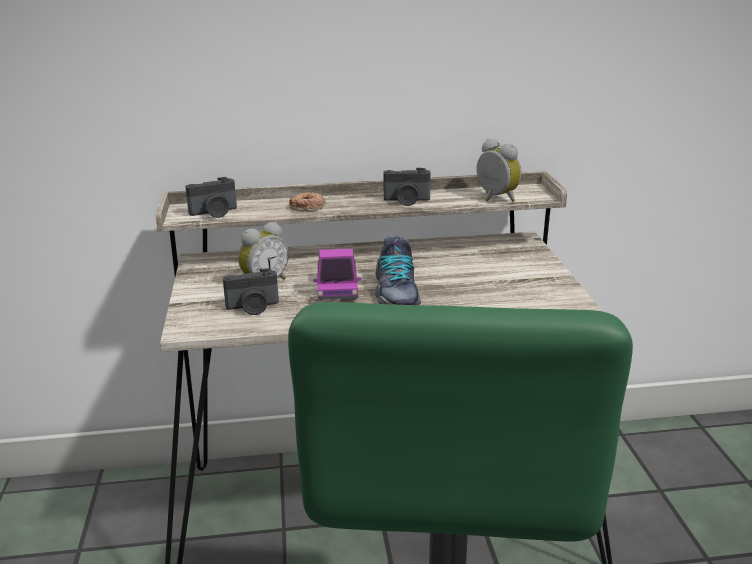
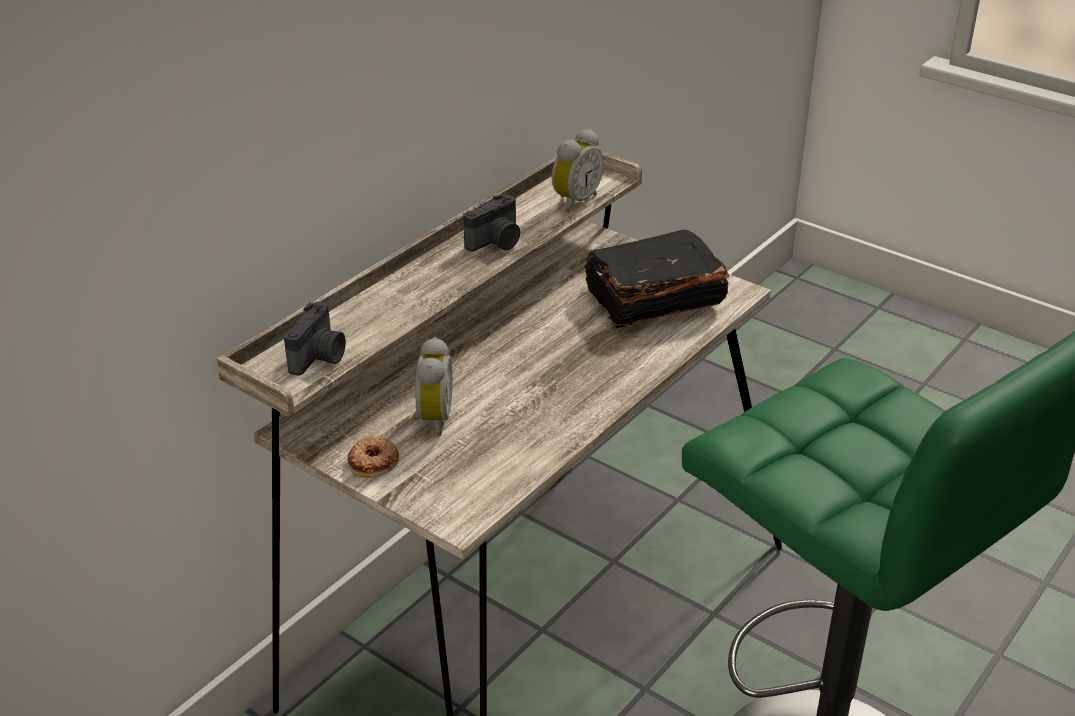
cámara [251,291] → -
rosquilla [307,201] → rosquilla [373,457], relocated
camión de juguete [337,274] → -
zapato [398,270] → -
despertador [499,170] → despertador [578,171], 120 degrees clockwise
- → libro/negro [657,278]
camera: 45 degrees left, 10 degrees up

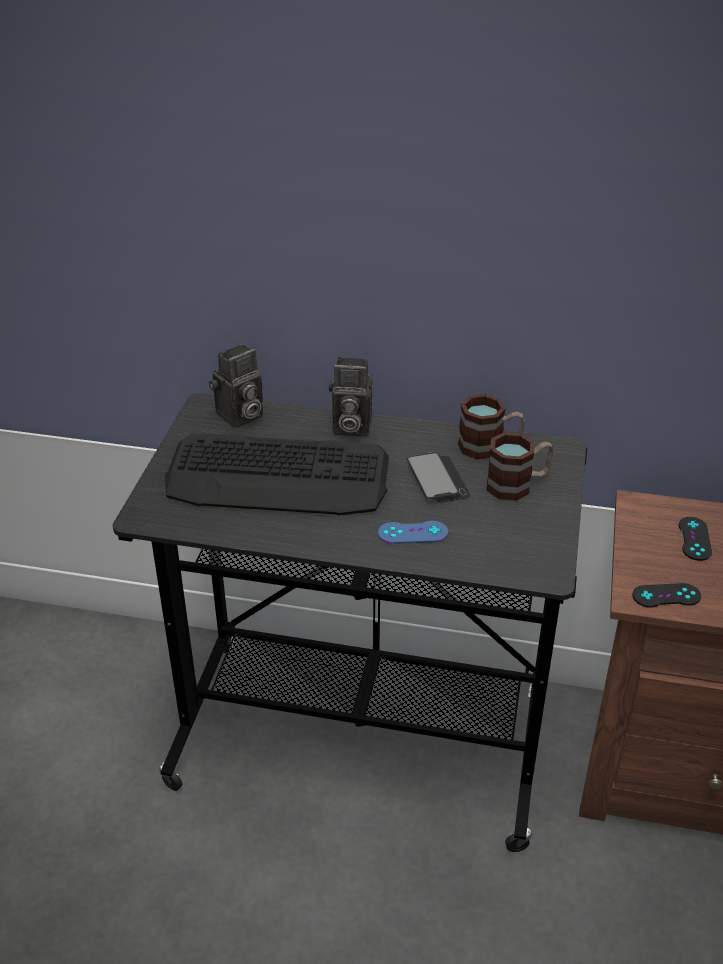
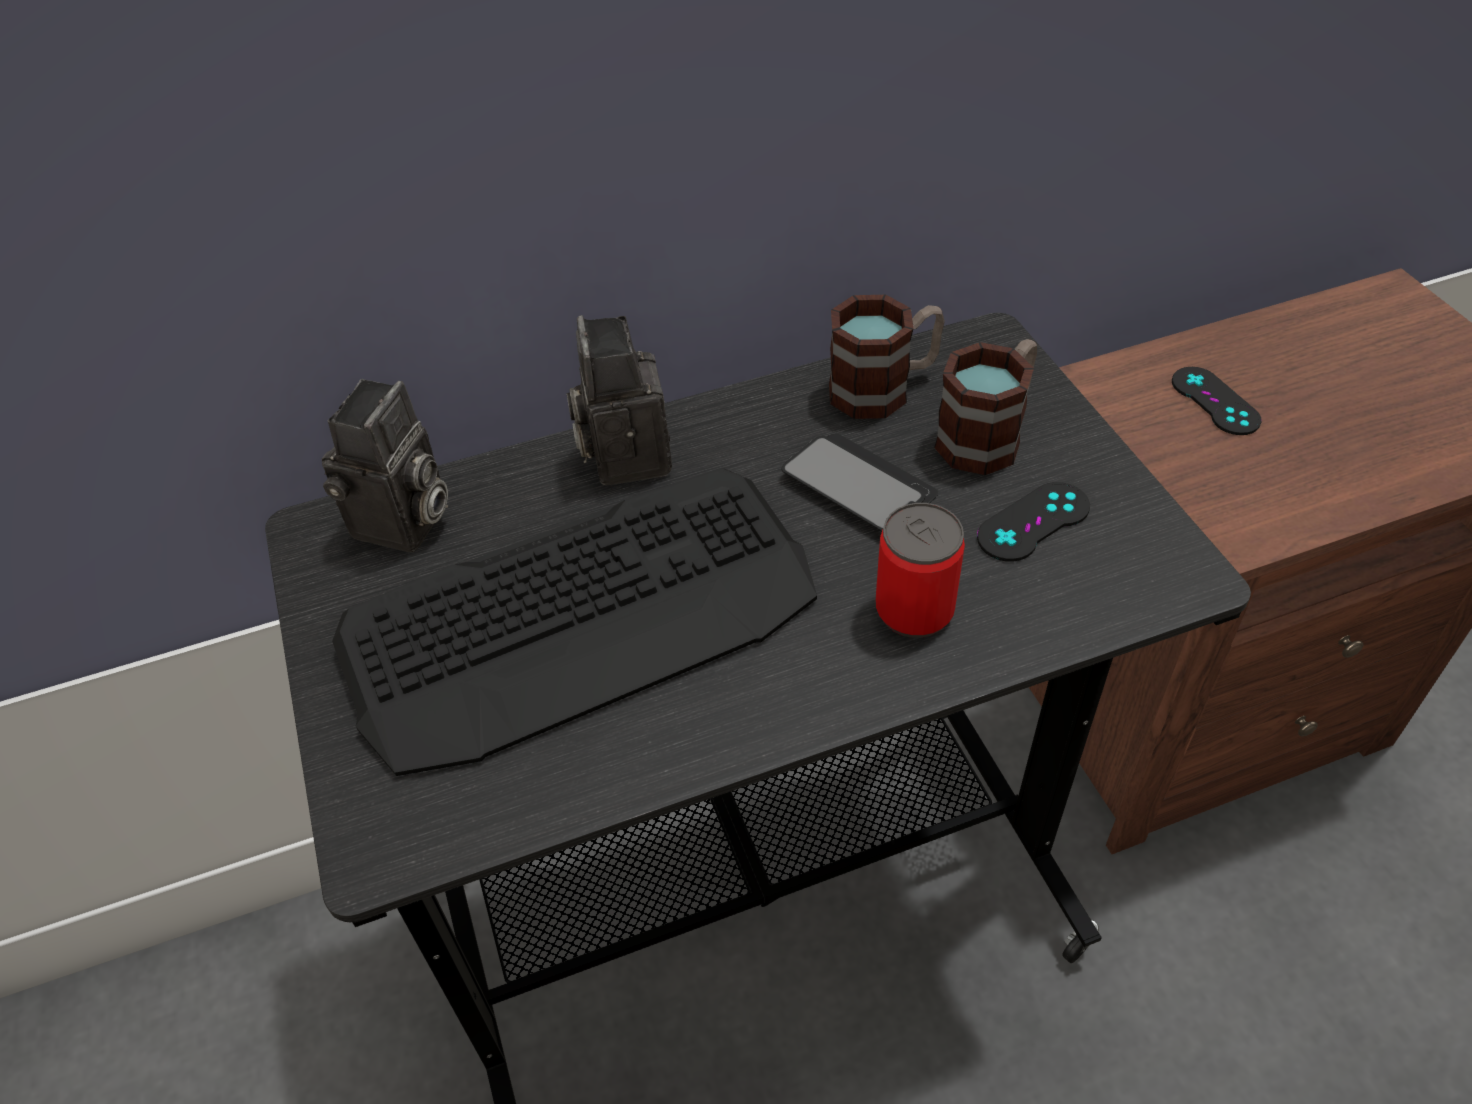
cámara [350,397] → cámara [619,400], 105 degrees clockwise
mando de consola/azul [413,532] → lata [920,570]
mando de consola/negro [666,595] → mando de consola/negro [1033,522], relocated
camera: 30 degrees left, 10 degrees up

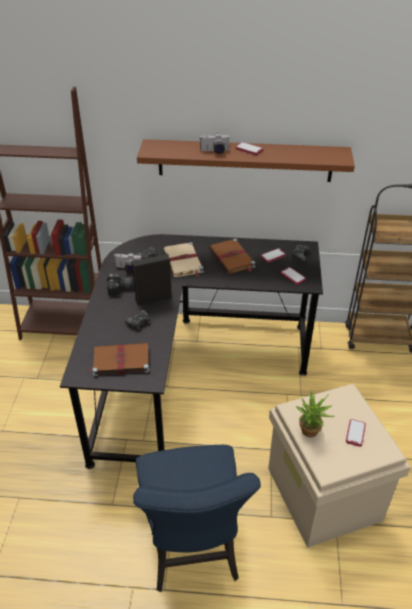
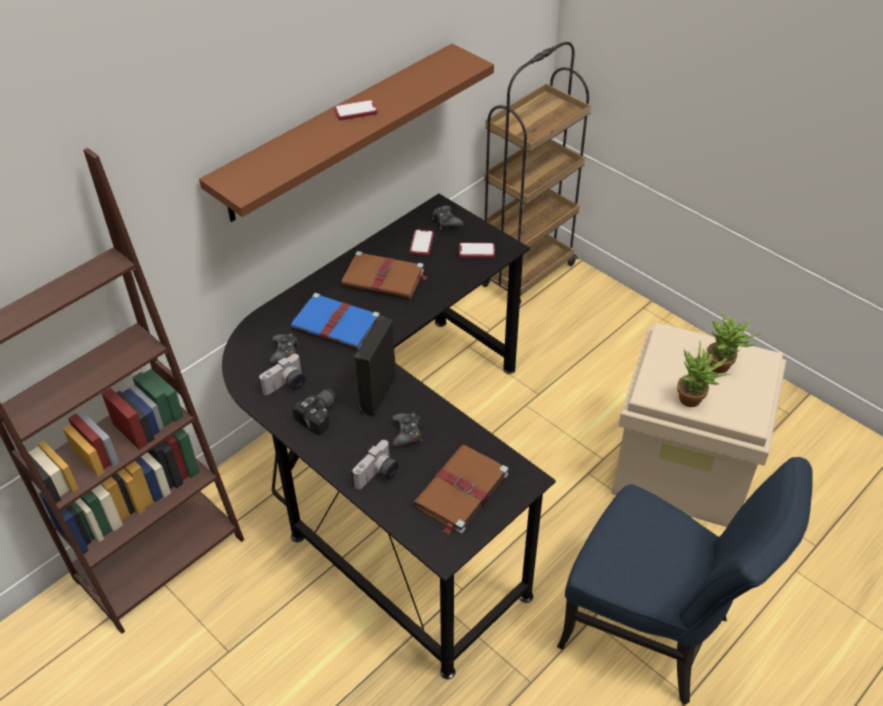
libro/beis [184,259] → libro/azul [335,321]
cámara [215,143] → cámara [375,464], relocated
móvil [356,433] → planta en maceta [734,340]
camera: 50 degrees left, 5 degrees up

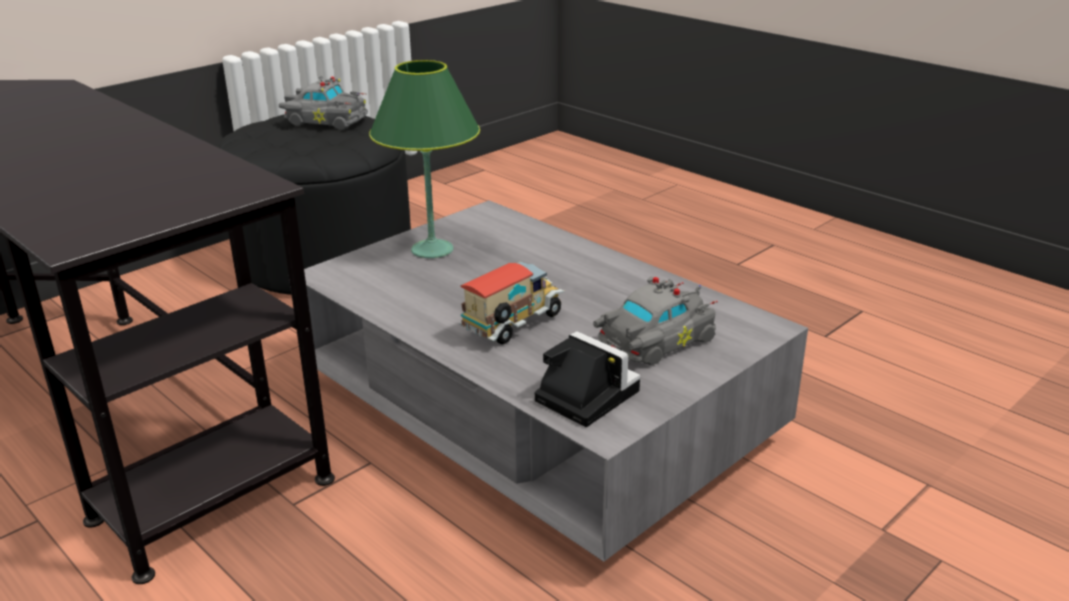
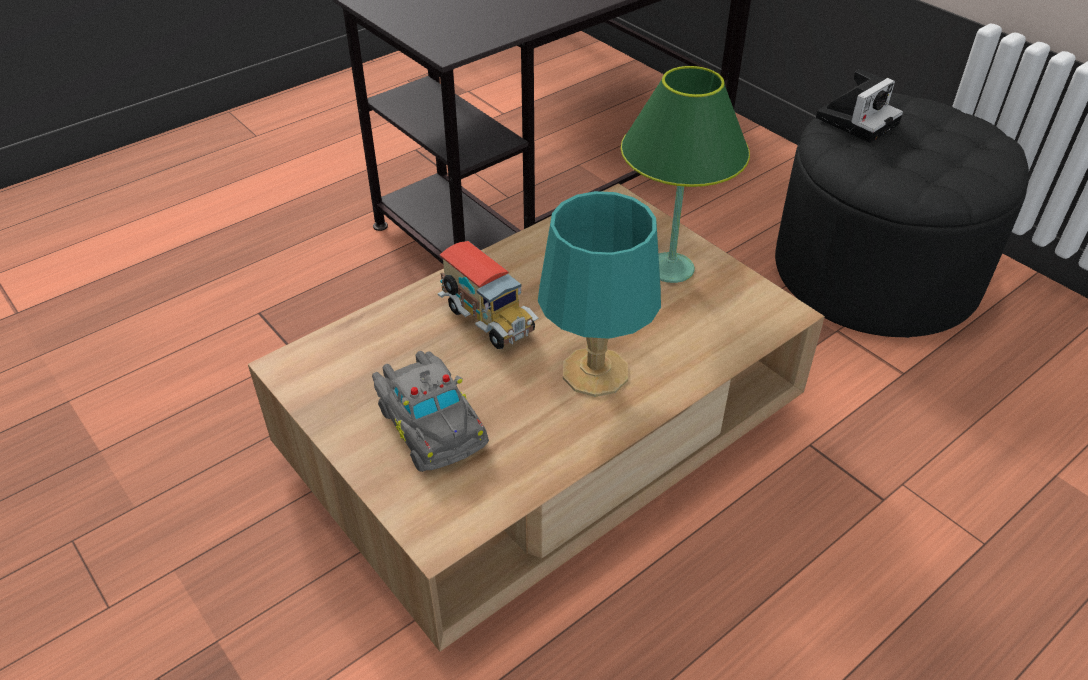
coche de juguete/gris [323,103] → -
mesa de centro/gris [552,381] → mesa de centro/marrón [536,417]
cámara [588,379] → cámara [859,106], relocated
- → lámpara de mesa/turquesa [599,294]
camera: 95 degrees right, 15 degrees up

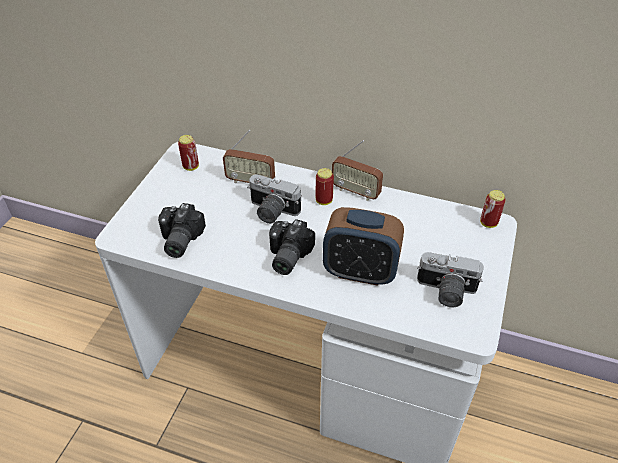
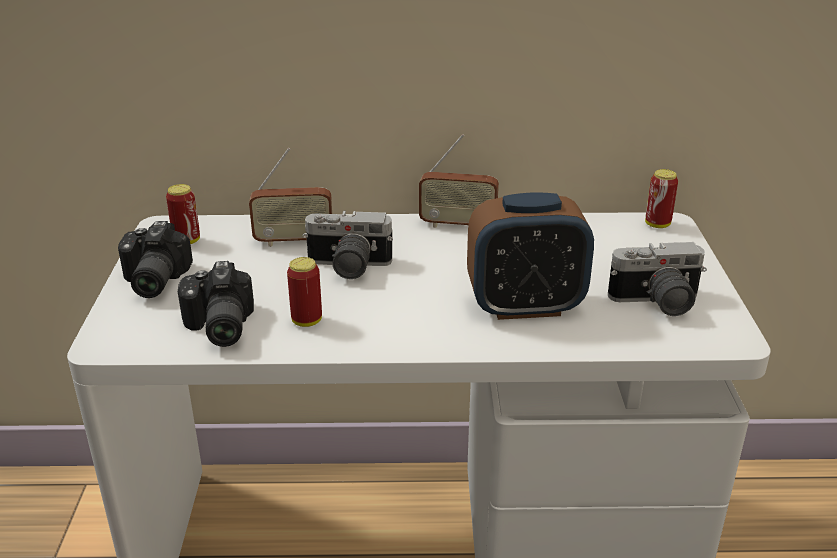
cámara [292,247] → cámara [155,259], relocated
lata [325,186] → lata [304,292], relocated
camera: 20 degrees left, 15 degrees down

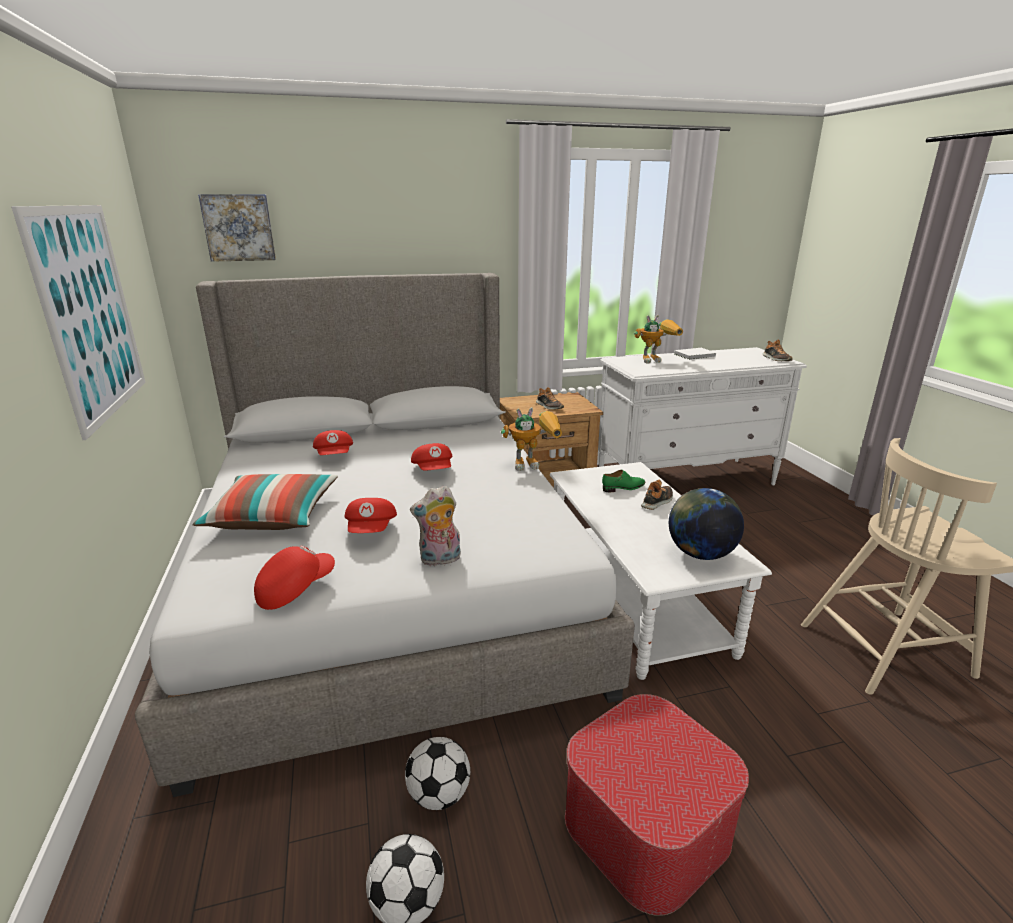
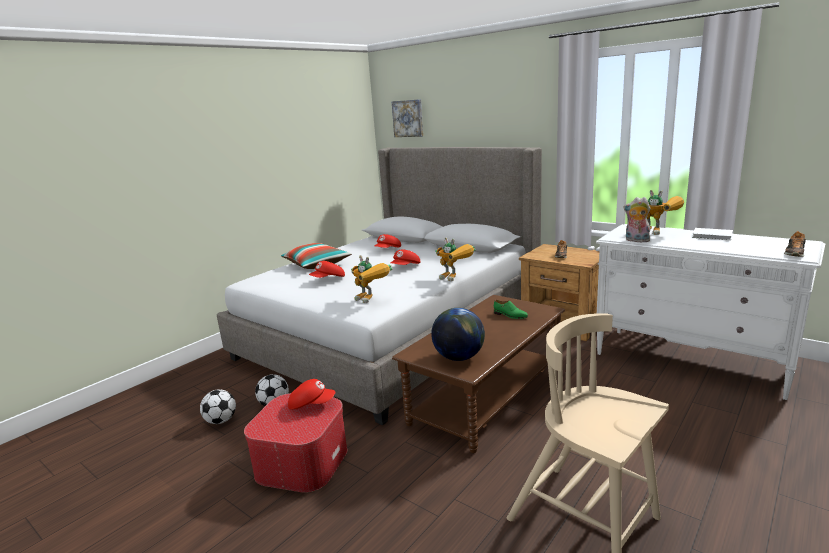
cuadro [78,322] → -
gorra/rojo [294,578] → gorra/rojo [311,394], relocated
peluche [435,526] → peluche [637,219], relocated
mesa de centro/blanco [661,571] → mesa de centro/marrón [478,374]
zapato [657,495] → -
- → robot de juguete [371,279]
camera: 55 degrees right, 5 degrees down

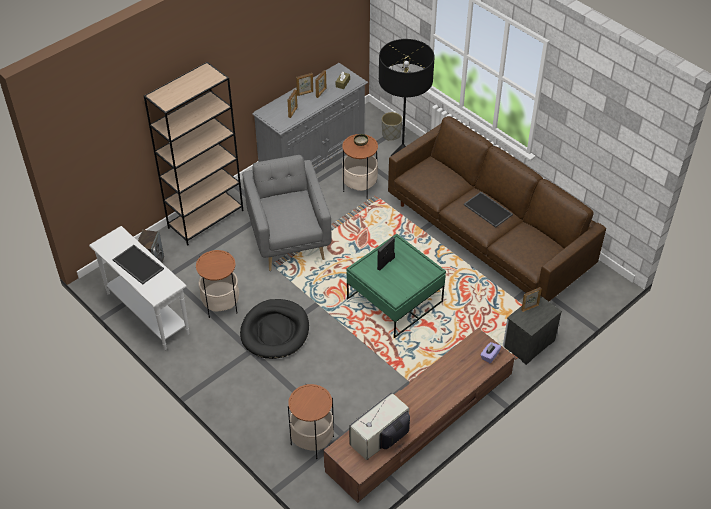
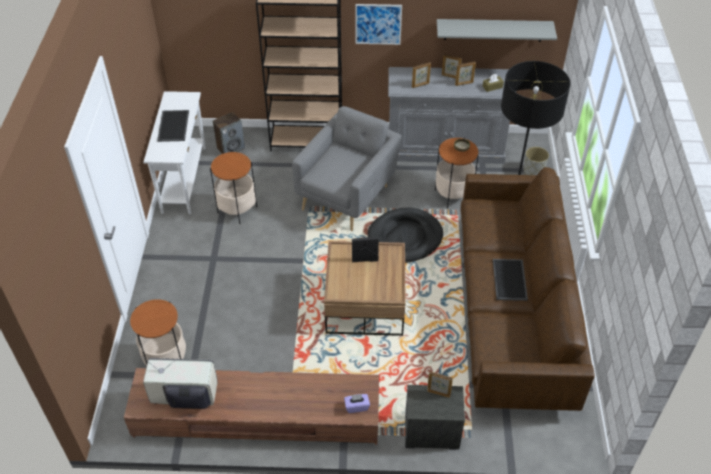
cama para perro/negro [274,329] → cama para perro/negro [405,235], relocated
mesa de centro/verde [396,286] → mesa de centro/marrón [364,288]
- → cuadro [378,24]
- → estante/gris [497,30]
camera: 45 degrees right, 0 degrees up

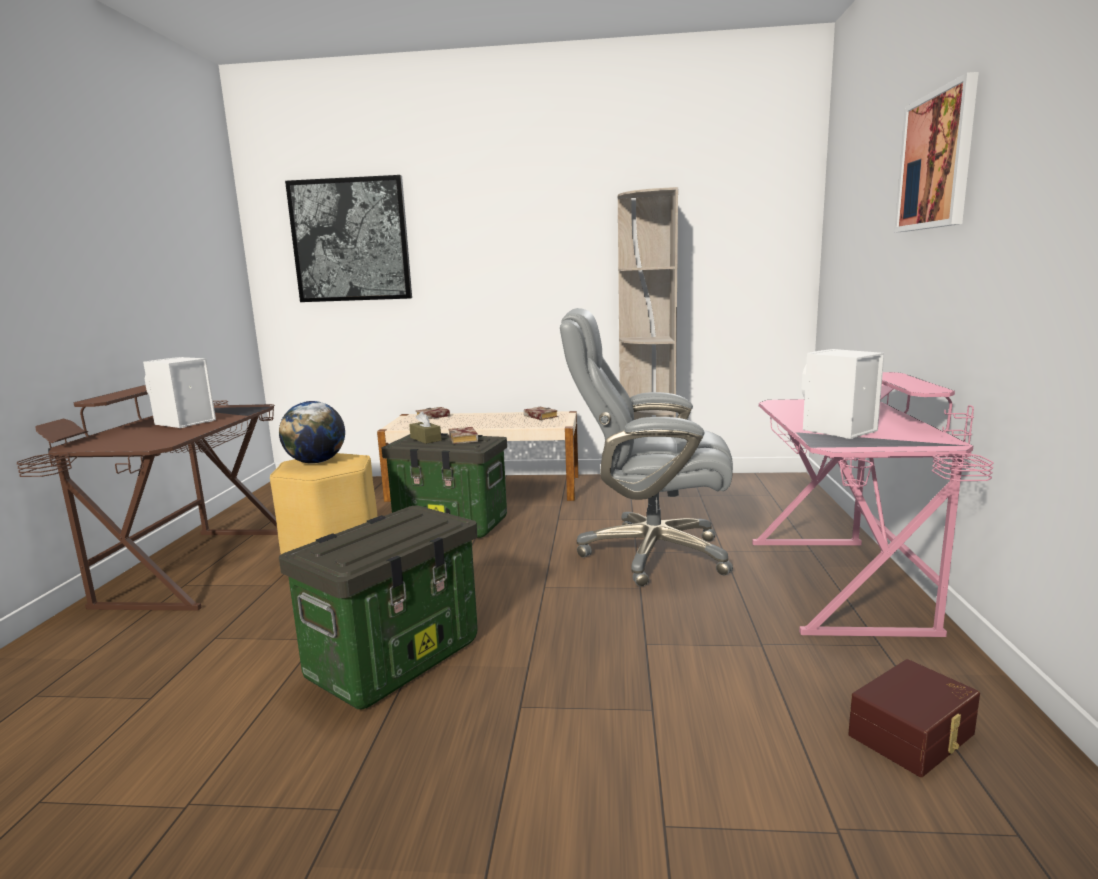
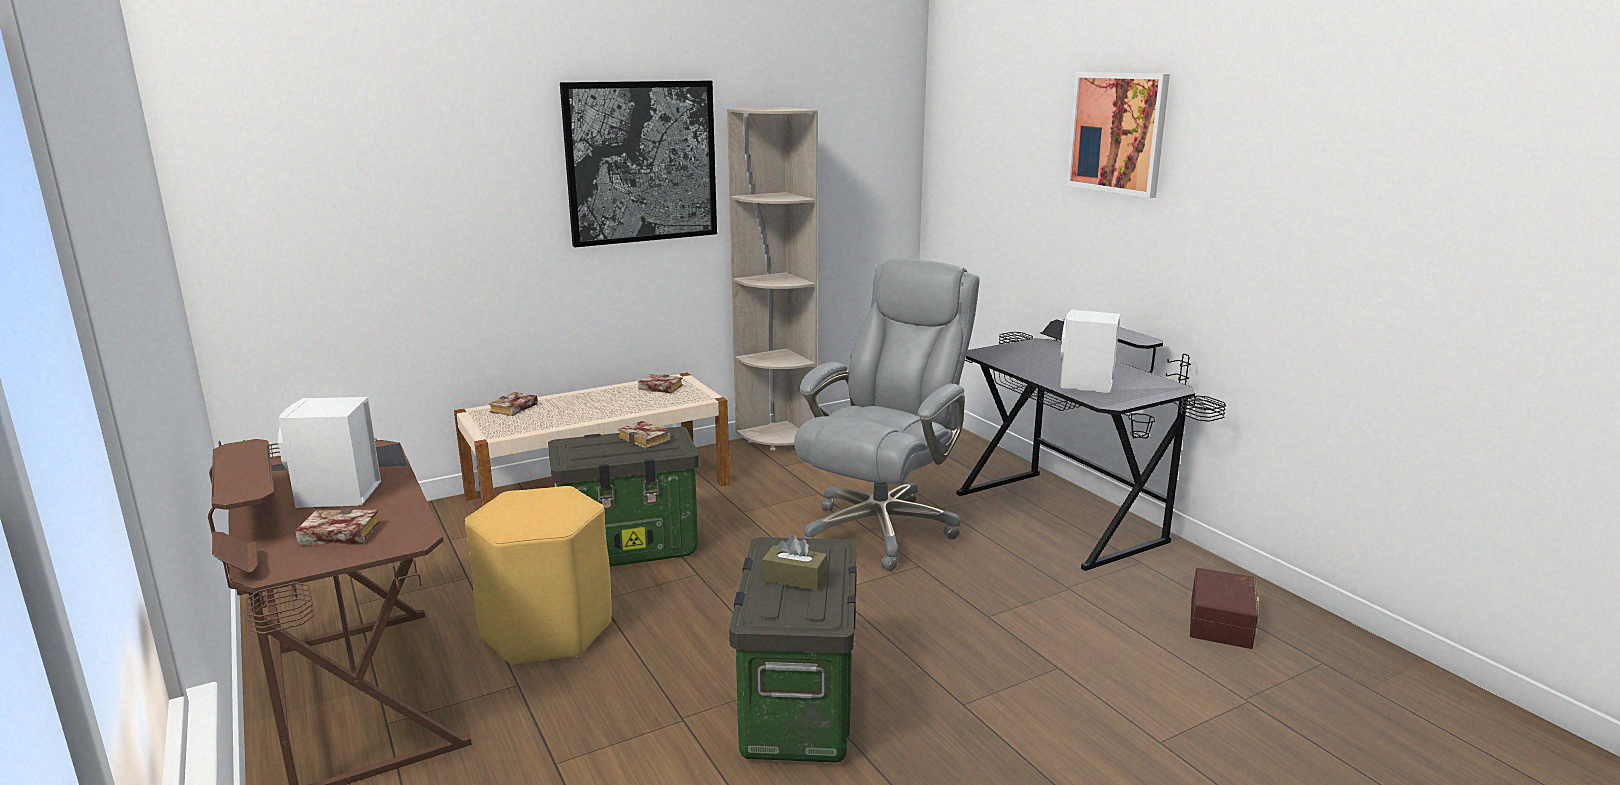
globo terráqueo [312,432] → -
cuadro [348,238] → cuadro [638,164], relocated
caja de pañuelos/marrón [425,428] → caja de pañuelos/marrón [794,563], relocated
silla de oficina/gris [646,447] → silla de oficina/gris [886,414], 150 degrees clockwise
escritorio/rosa [873,504] → escritorio/negro [1091,445]
- → libro [337,526]
camera: 35 degrees left, 5 degrees up

